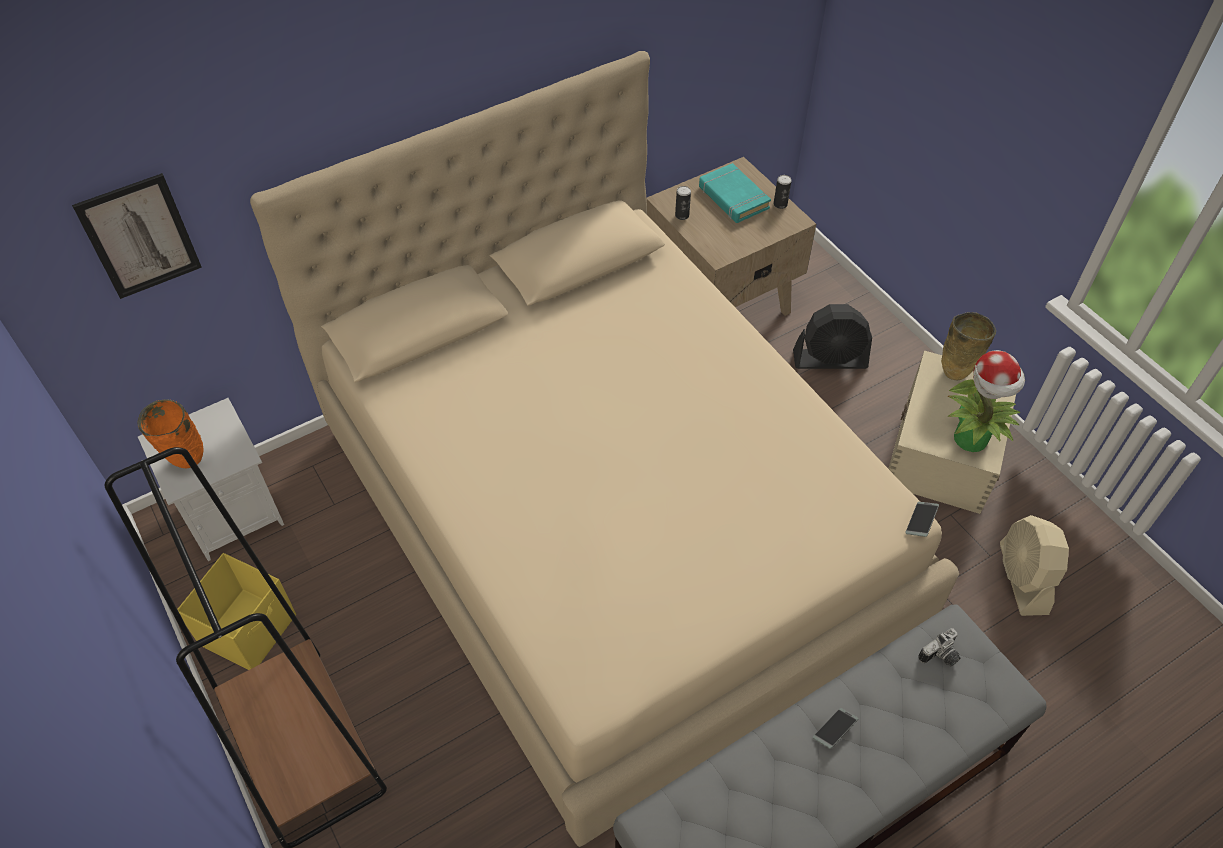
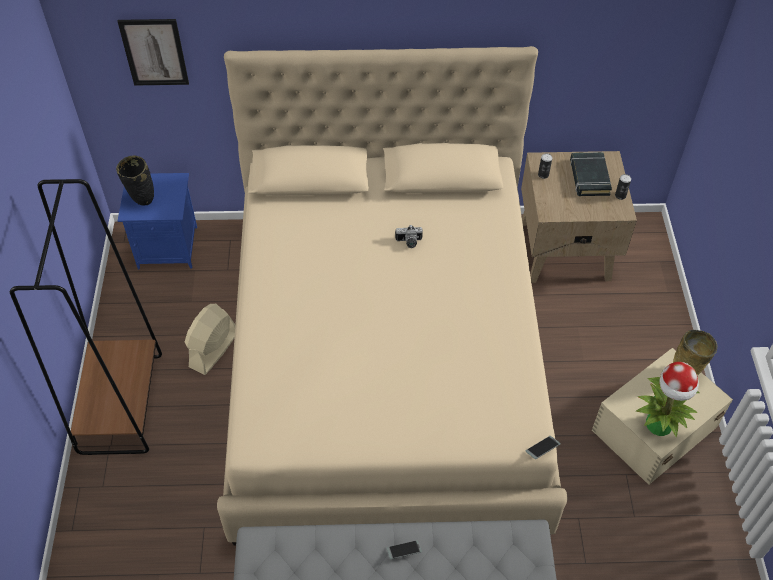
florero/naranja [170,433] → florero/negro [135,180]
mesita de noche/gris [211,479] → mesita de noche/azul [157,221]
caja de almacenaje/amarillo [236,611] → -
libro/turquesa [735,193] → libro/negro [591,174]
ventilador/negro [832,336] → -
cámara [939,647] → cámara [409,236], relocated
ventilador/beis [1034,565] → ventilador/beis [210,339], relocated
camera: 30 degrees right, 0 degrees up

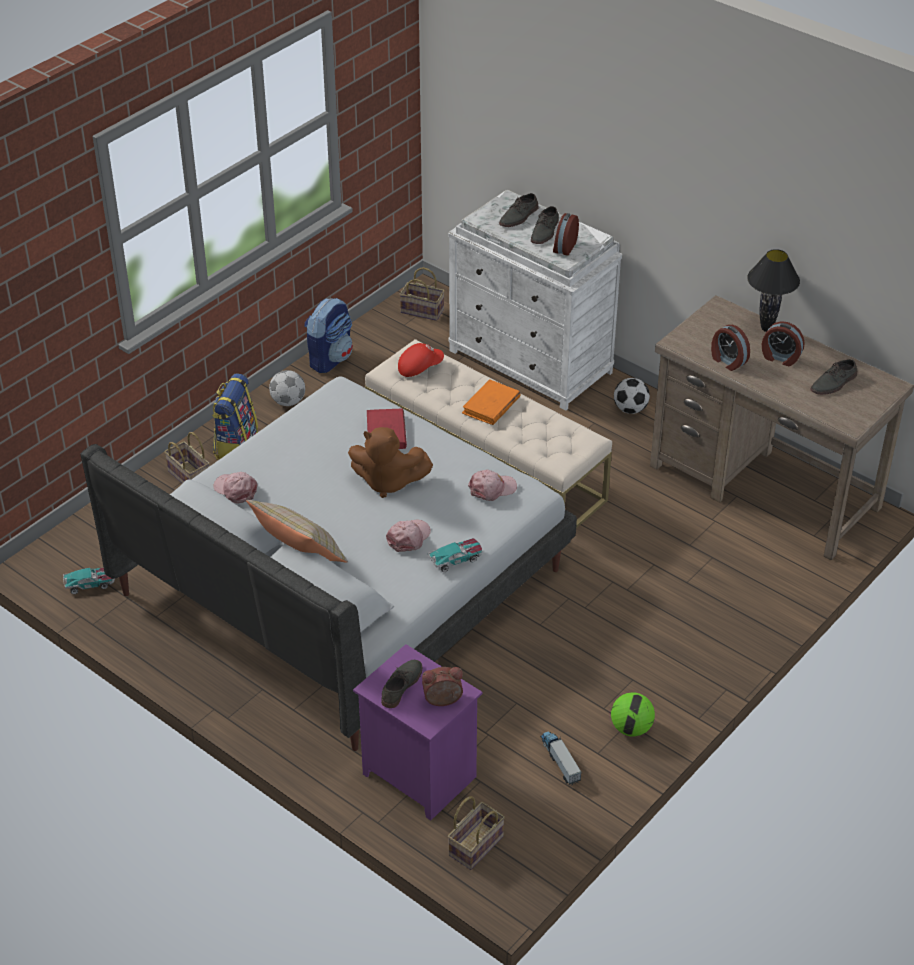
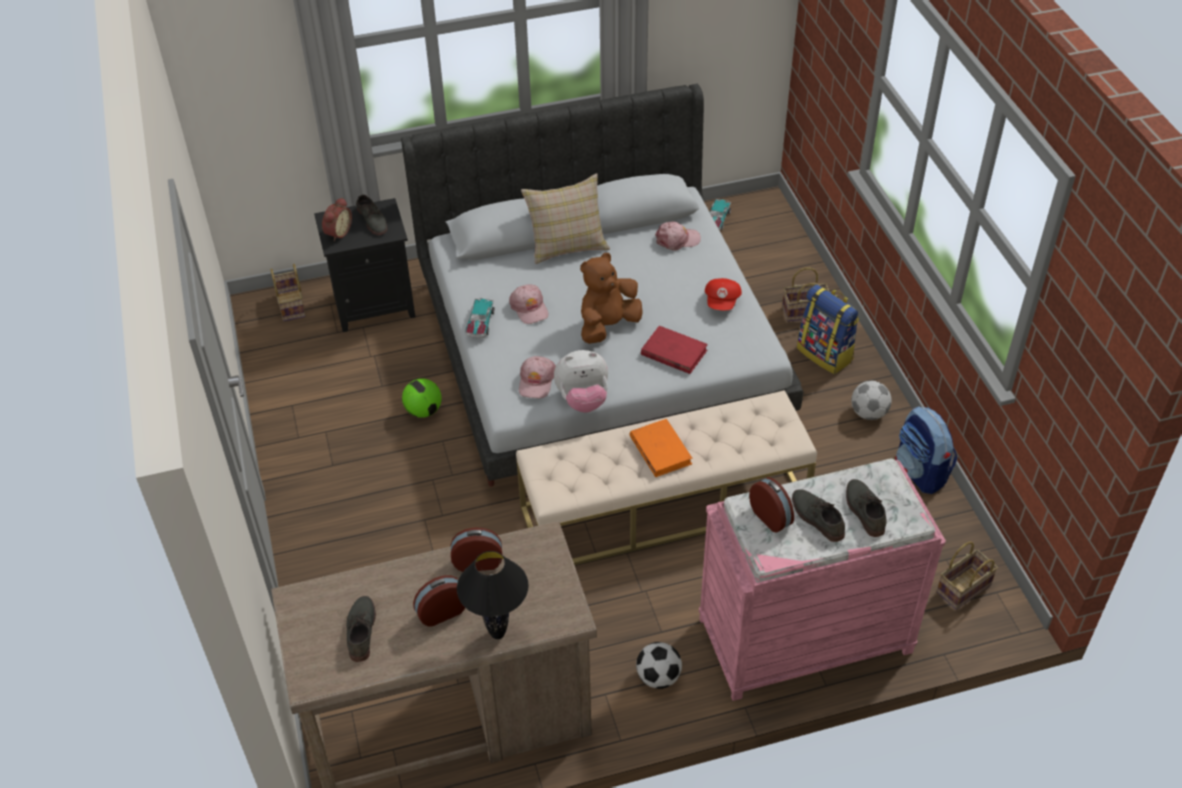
mesita de noche/morado [417,732] → mesita de noche/negro [364,265]
gorra/rojo [421,360] → gorra/rojo [723,294], relocated
cómoda/blanco [535,300] → cómoda/rosa [822,579]
camión de juguete [560,758] → -
balón de fútbol [633,714] → balón de fútbol [422,398], relocated
- → peluche [581,381]
camera: 125 degrees right, 5 degrees up

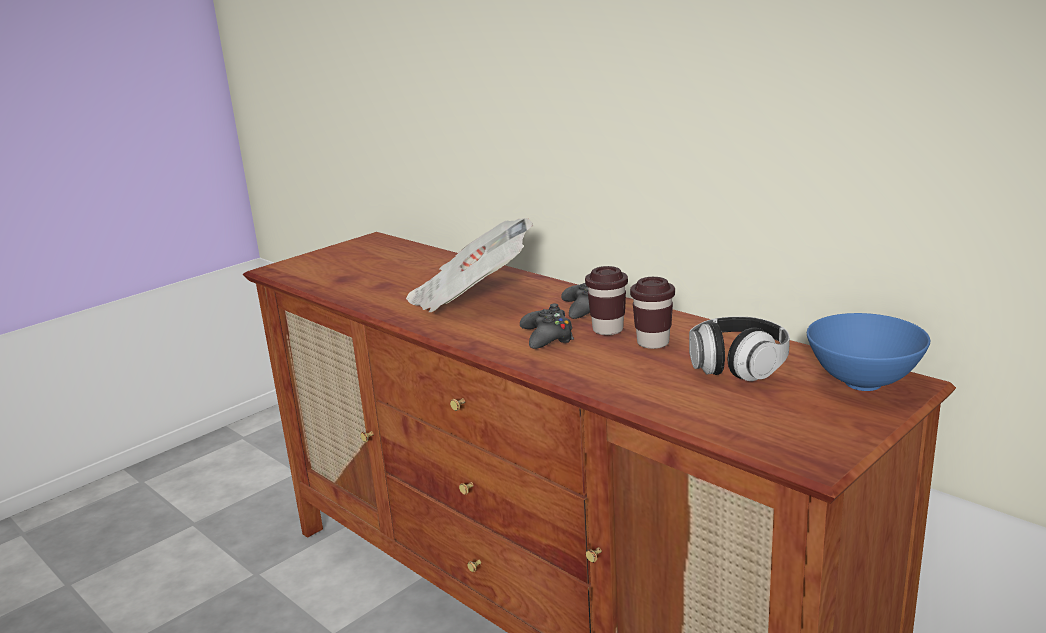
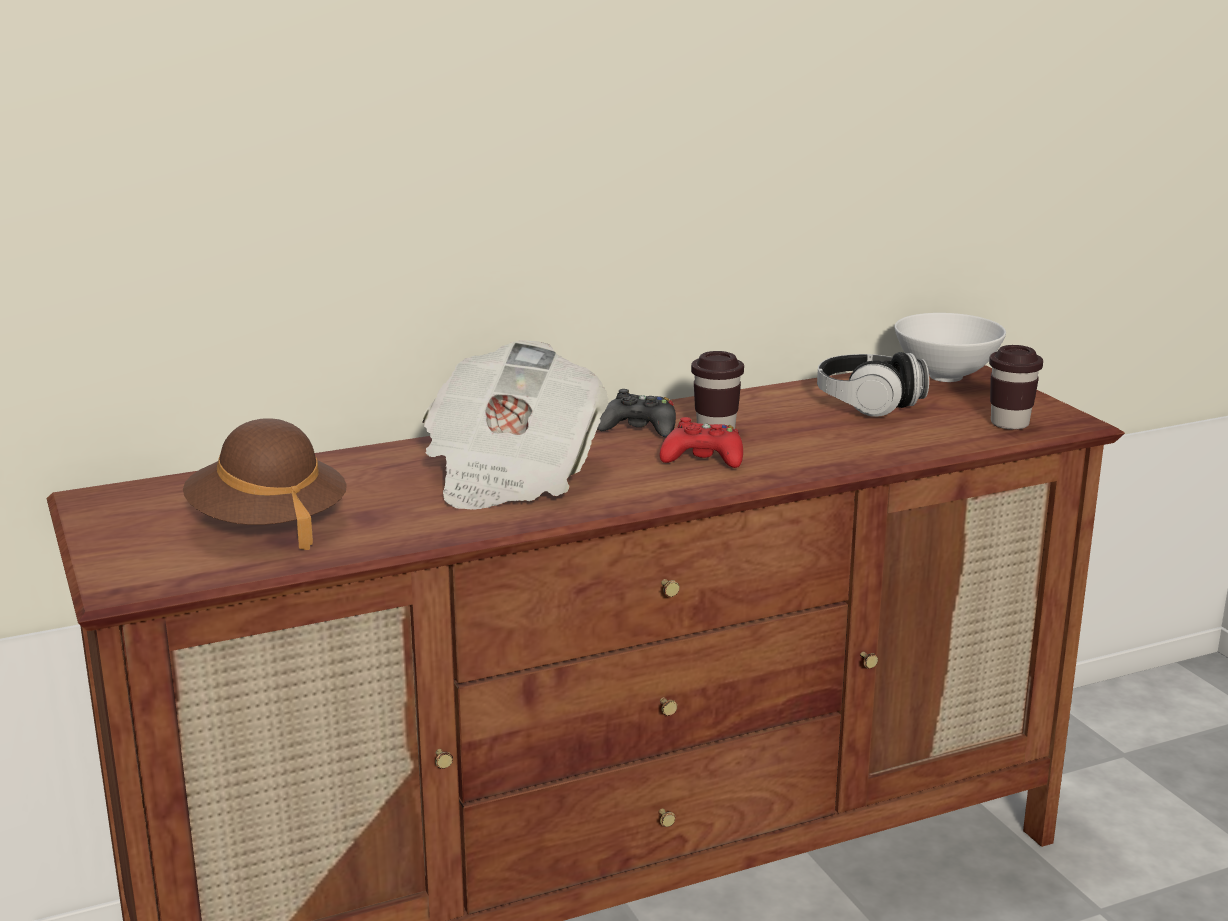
mando de consola/negro [547,326] → mando de consola/rojo [701,442]
taza/marrón [652,313] → taza/marrón [1016,387], relocated
cuenco/azul [868,352] → cuenco/blanco [950,347]
- → sombrero/marrón [265,484]
camera: 70 degrees left, 0 degrees up

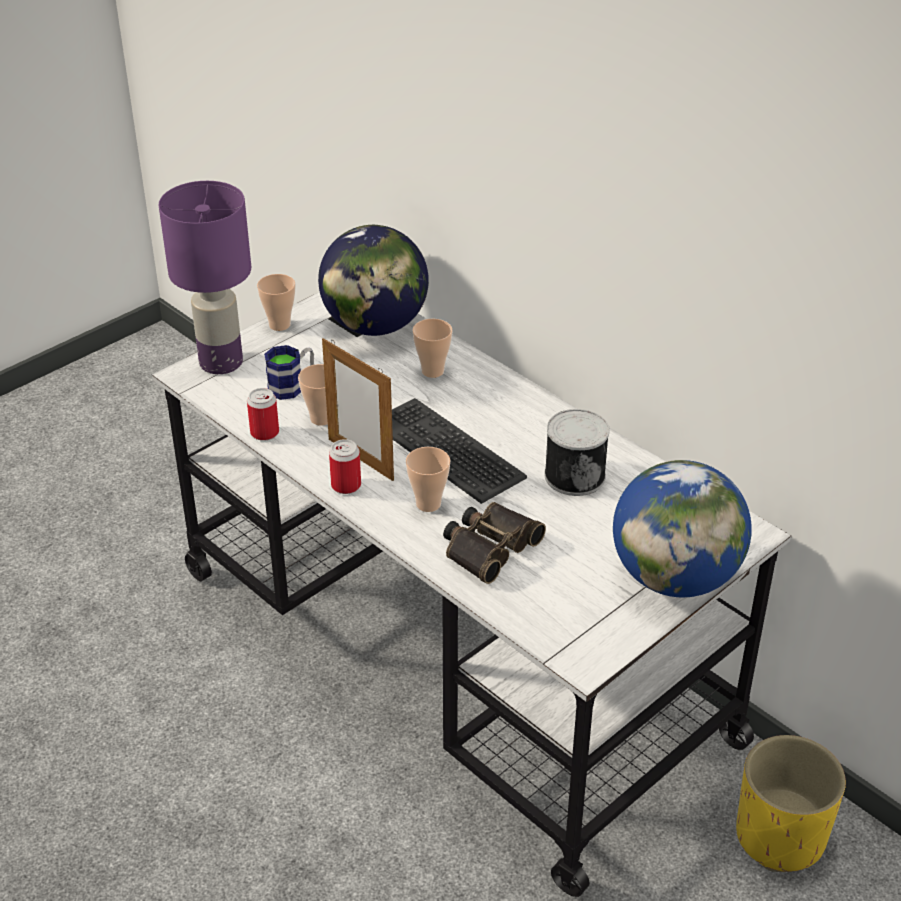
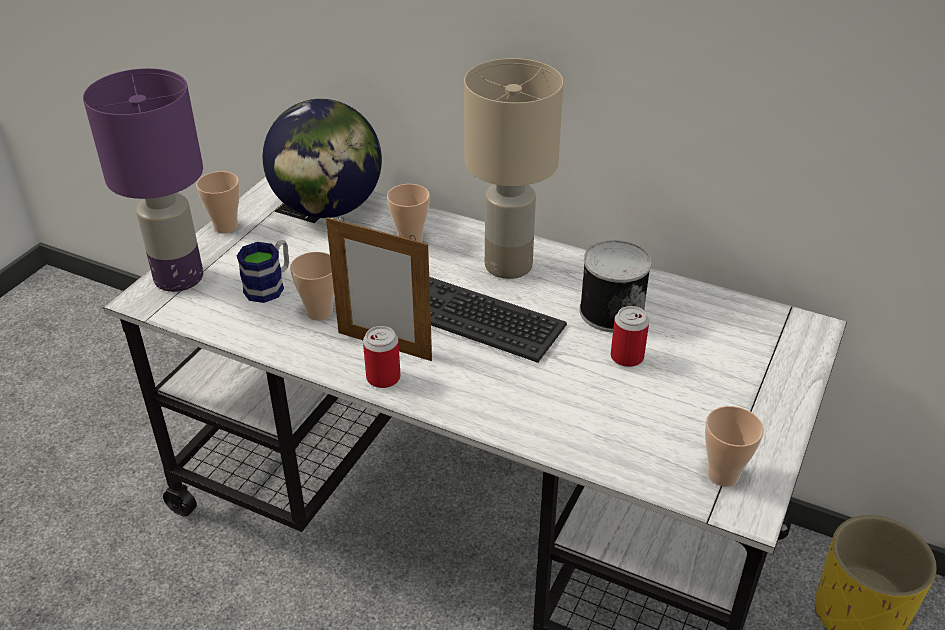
lata [263,414] → lata [630,336], relocated
taza [428,479] → taza [734,446], relocated
prismáticos [494,543] → -
globo terráqueo [682,528] → -
- → lámpara de mesa/beis [514,168]
camera: 20 degrees left, 0 degrees up

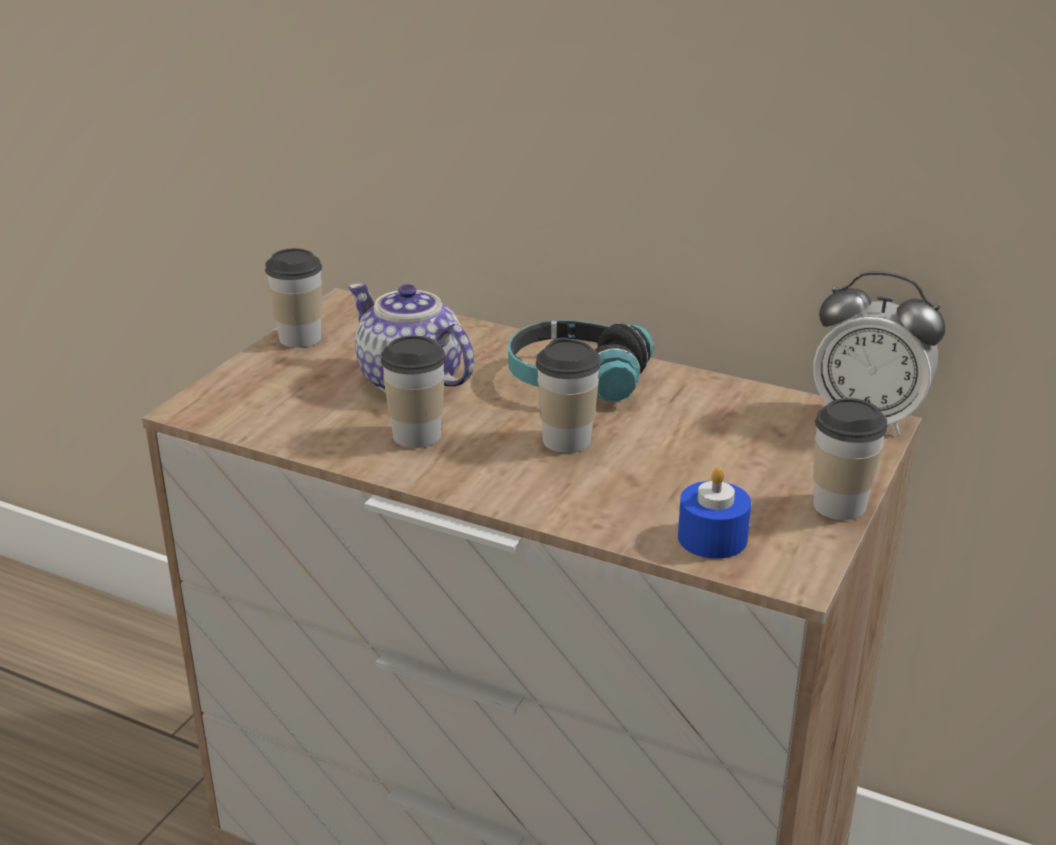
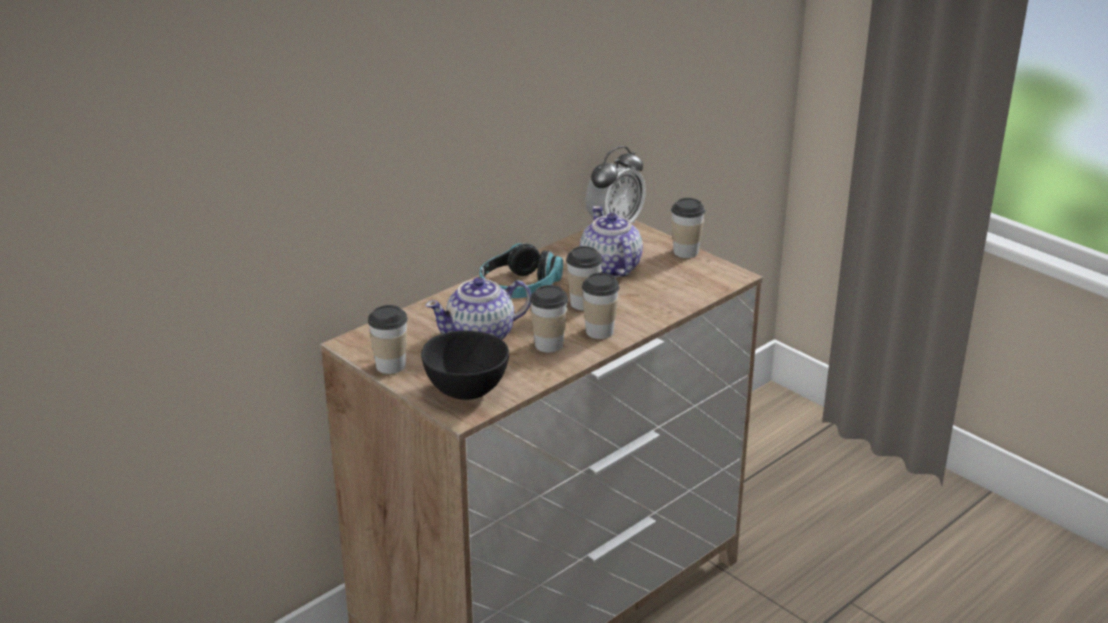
vela/azul [714,513] → -
- → cuenco/negro [465,365]
- → tetera [611,242]
- → taza [601,305]
camera: 70 degrees left, 0 degrees up

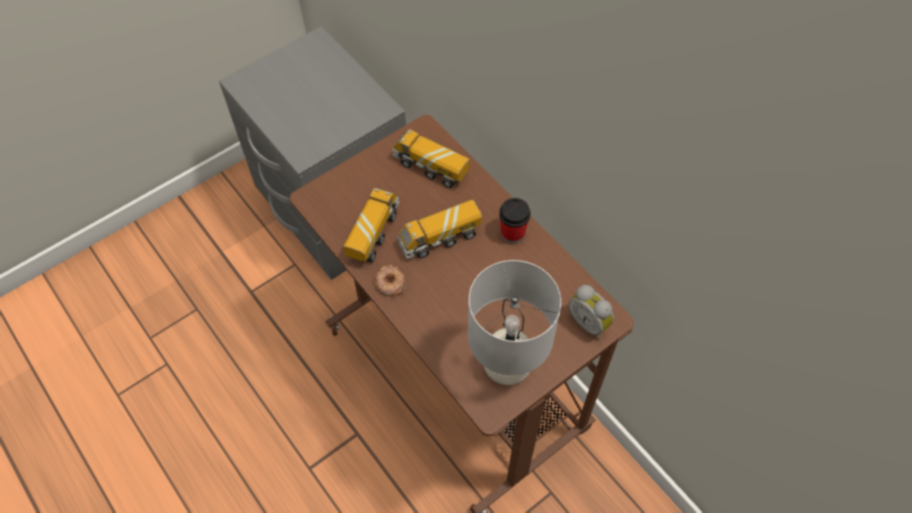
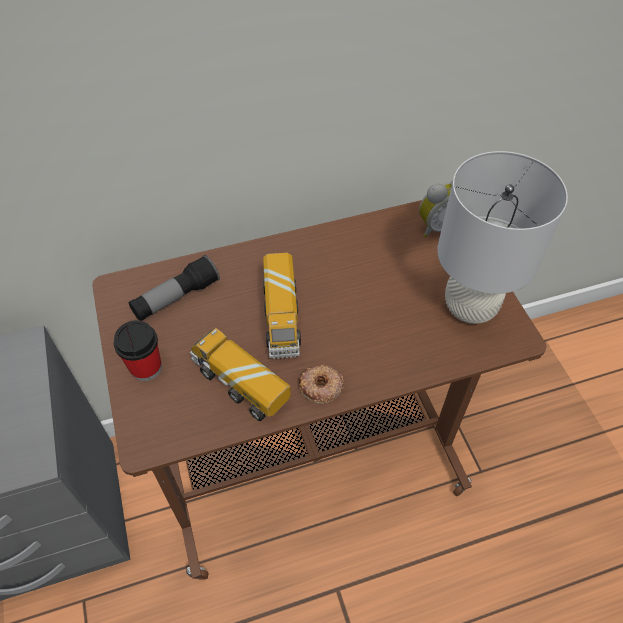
camión de juguete [431,158] → linterna [174,288]
taza [515,220] → taza [138,350], relocated
camera: 70 degrees left, 5 degrees down

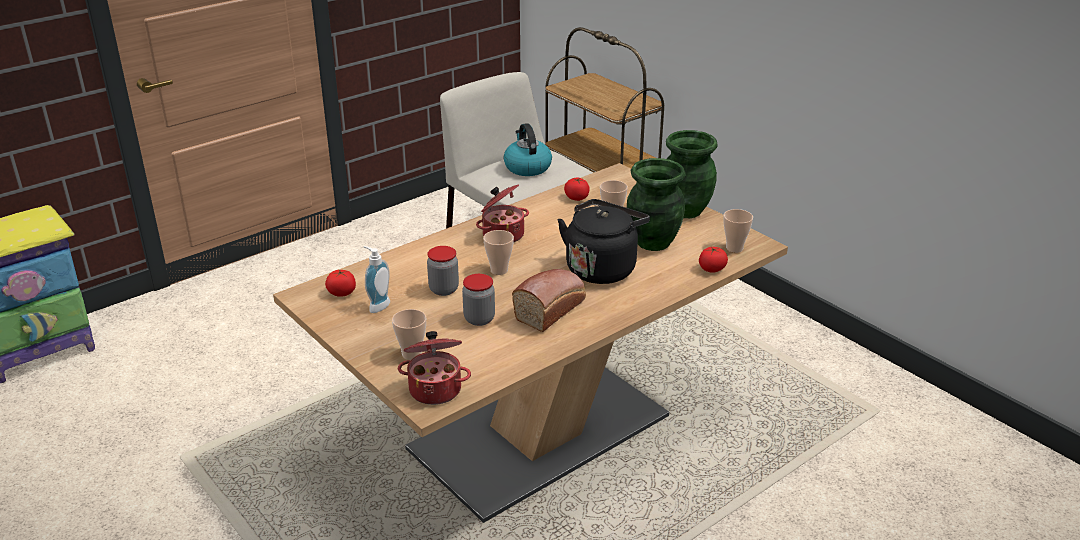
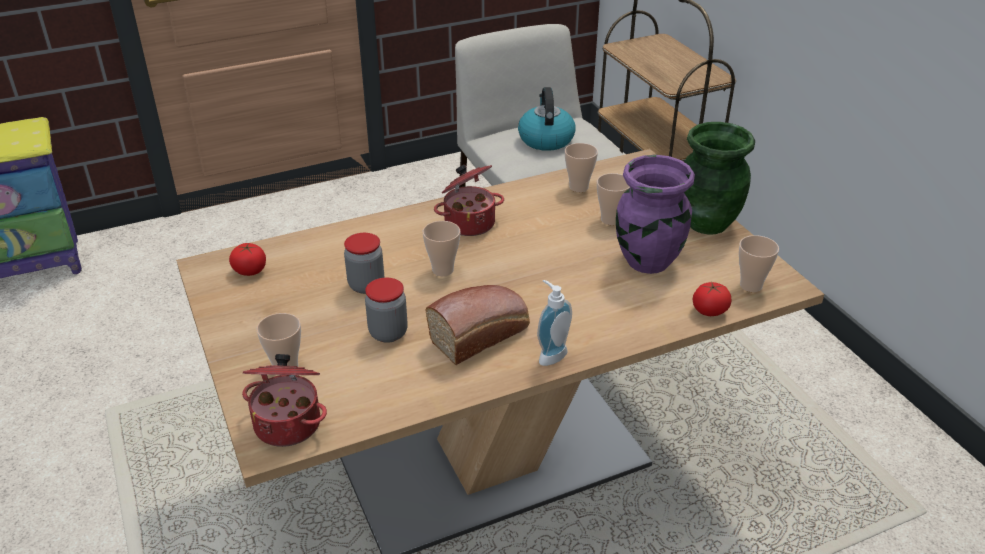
dispensador de jabón [376,279] → dispensador de jabón [554,323], relocated
hervidor/negro [604,241] → -
tomate [577,189] → taza [581,167]
florero/verde [656,204] → florero/morado [655,214]
camera: 15 degrees right, 5 degrees up

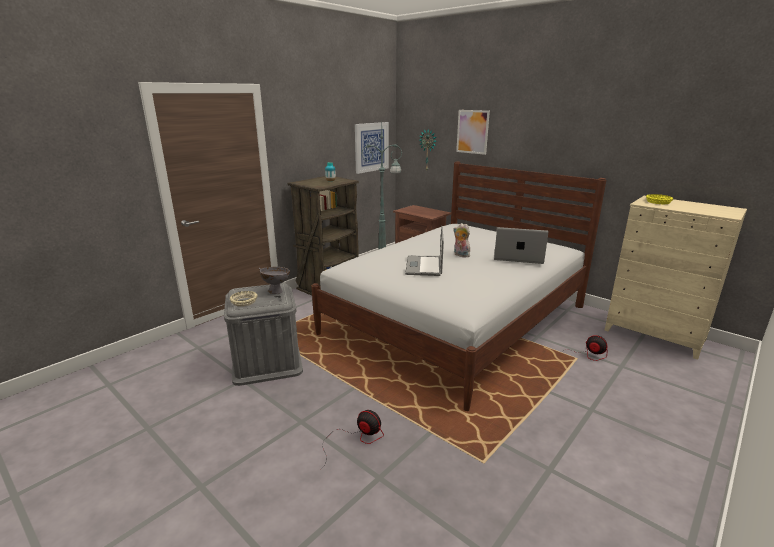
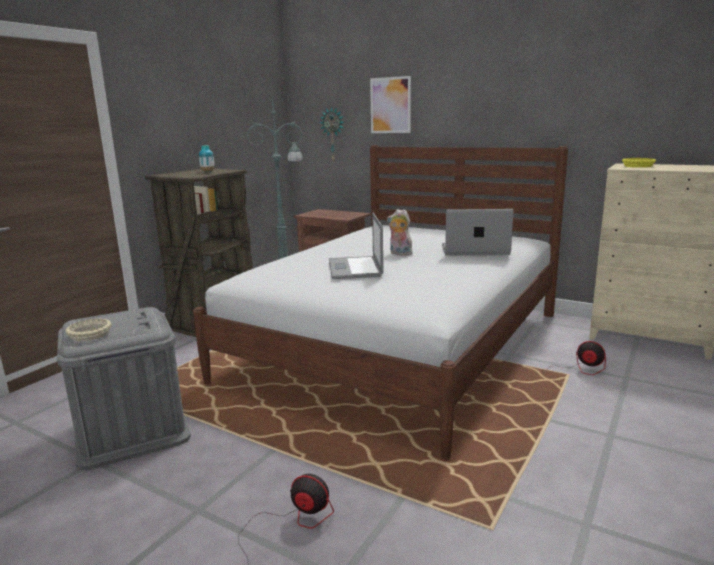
cuenco/gris [274,280] → -
cuadro [372,148] → -
camera: 10 degrees left, 5 degrees down

